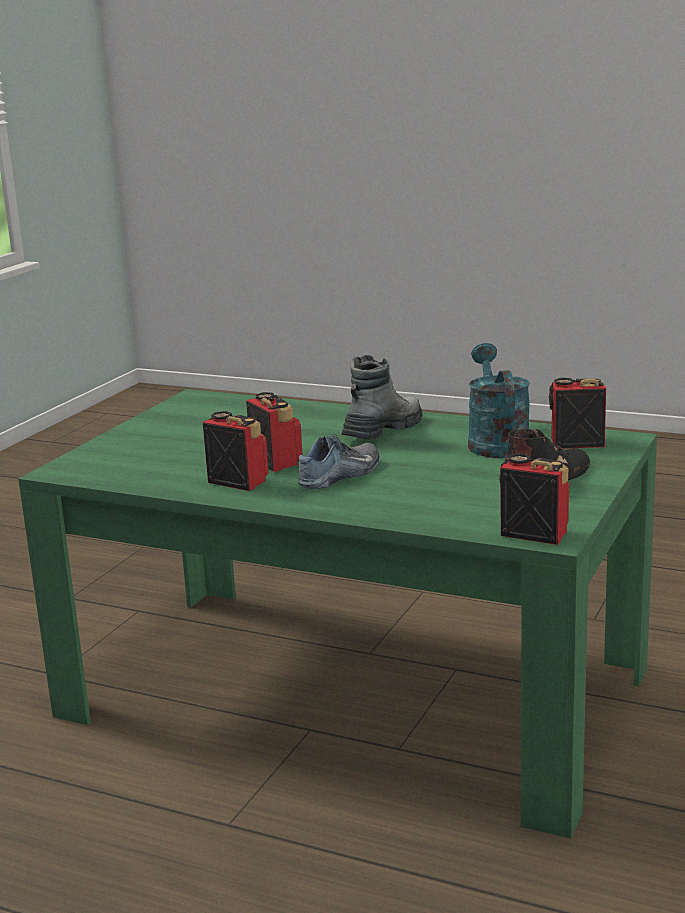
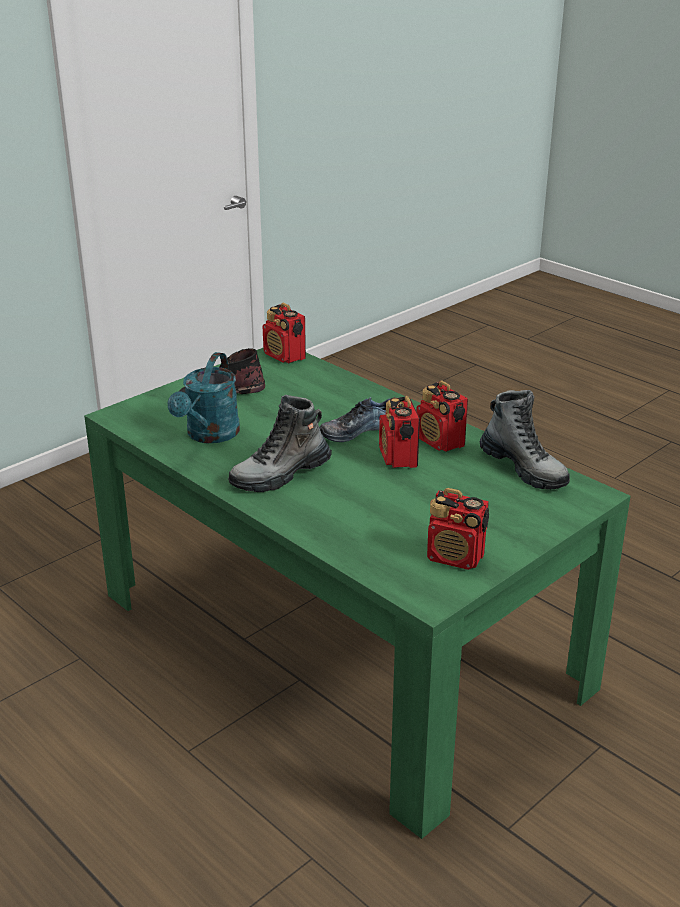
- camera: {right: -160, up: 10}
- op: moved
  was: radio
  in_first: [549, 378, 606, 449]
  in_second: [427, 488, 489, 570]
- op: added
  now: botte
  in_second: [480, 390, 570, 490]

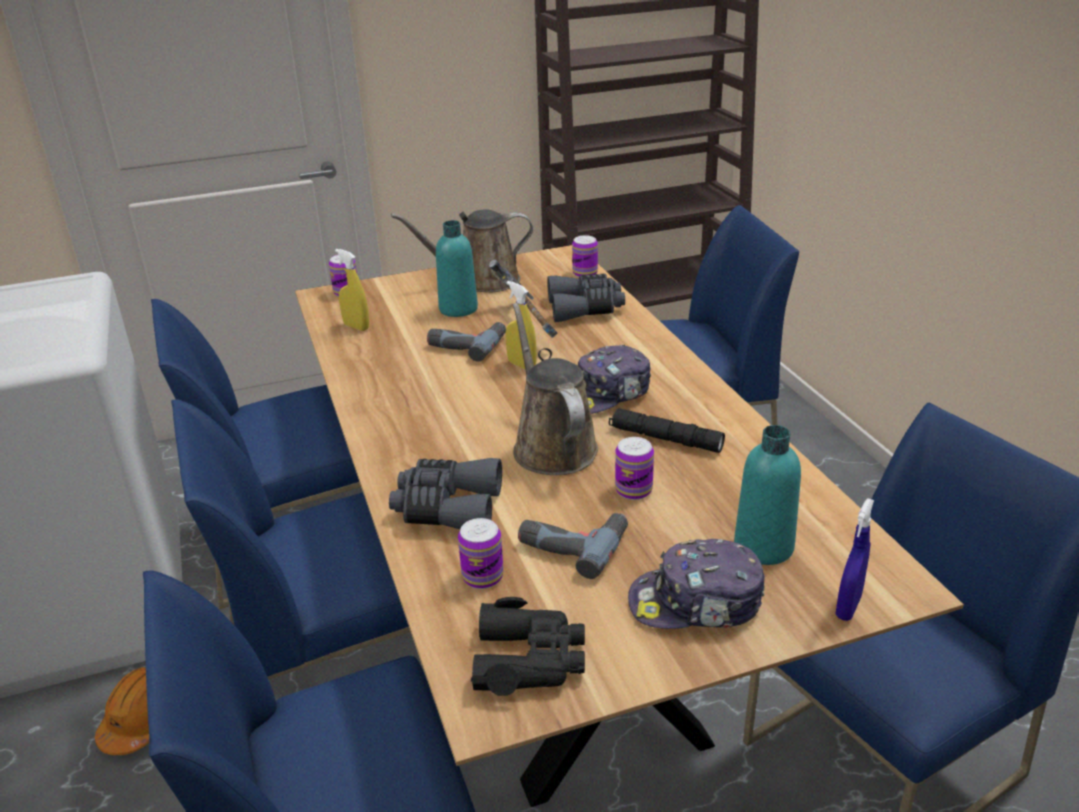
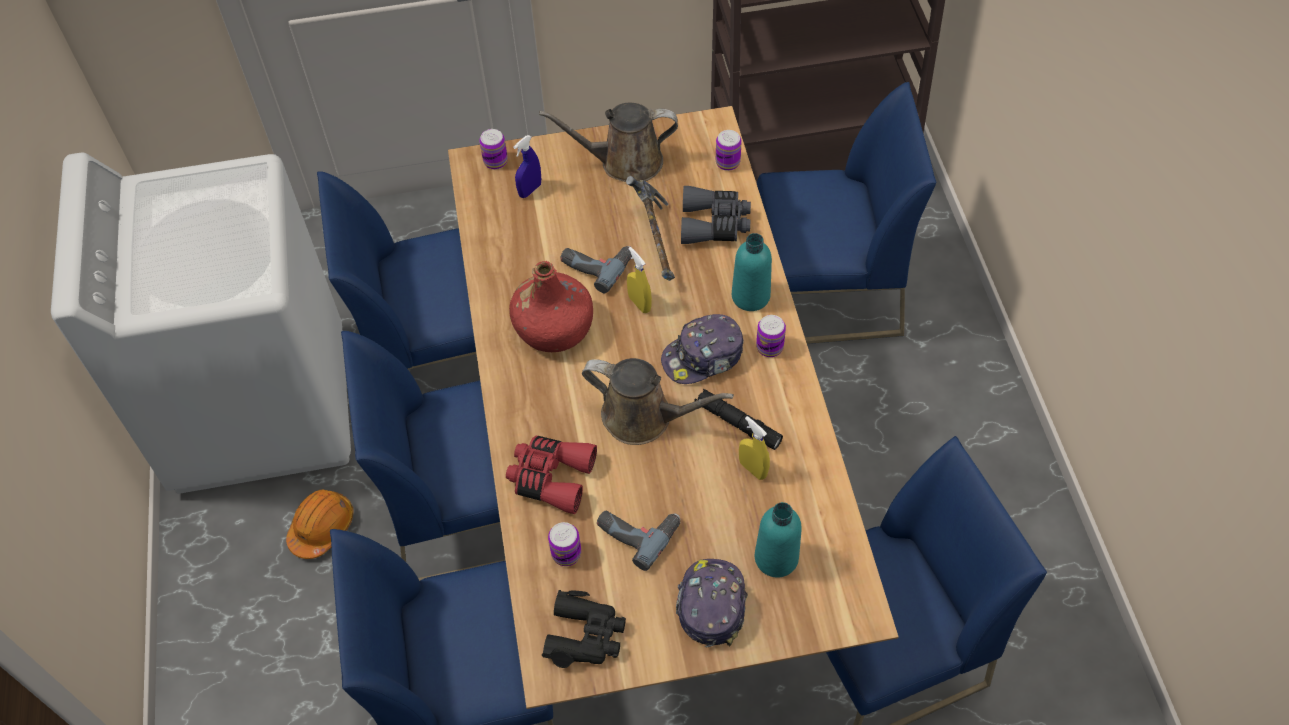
- camera: {right: 10, up: 25}
- op: moved
  was: vaporisateur [jaune]
  in_first: [335, 249, 369, 331]
  in_second: [739, 416, 770, 480]
- op: recoloured
  was: jumelles [gris]
  now: jumelles [rouge]
  in_first: [389, 458, 502, 529]
  in_second: [506, 436, 597, 514]
- op: moved
  was: bouteille [turquoise]
  in_first: [436, 220, 478, 317]
  in_second: [732, 233, 772, 311]
- op: turned
  was: arrosoir [marron]
  in_first: [513, 303, 598, 475]
  in_second: [582, 358, 734, 445]
  clockwise: 120
- op: moved
  was: boîte métallique
  in_first: [615, 437, 654, 500]
  in_second: [756, 315, 786, 357]
- op: turned
  was: casquette
  in_first: [628, 539, 765, 629]
  in_second: [676, 559, 748, 647]
  clockwise: 90
- op: moved
  was: vaporisateur [bleu]
  in_first: [836, 498, 874, 621]
  in_second: [513, 135, 541, 198]
- op: added
  now: bouteille [rouge]
  in_second: [509, 261, 593, 352]

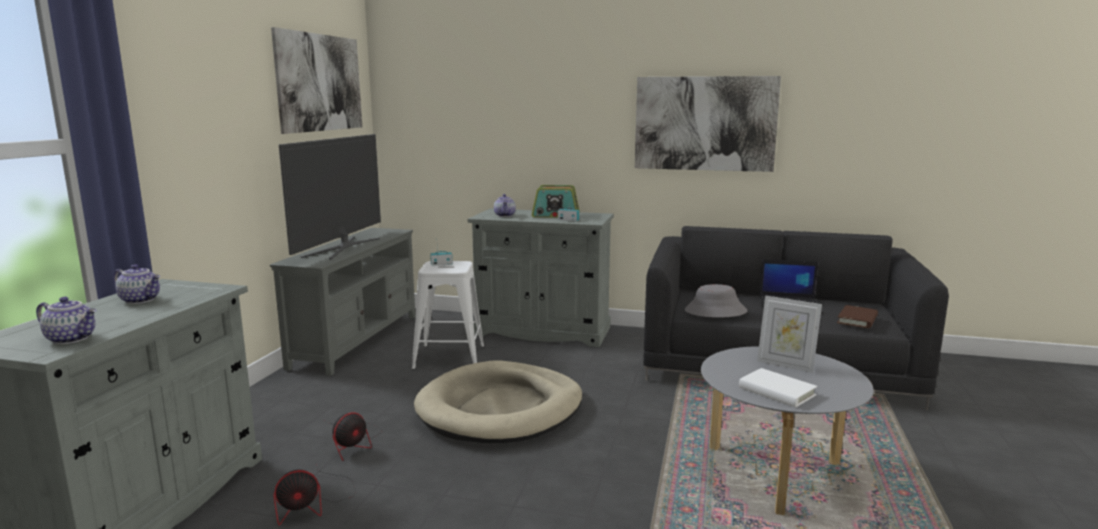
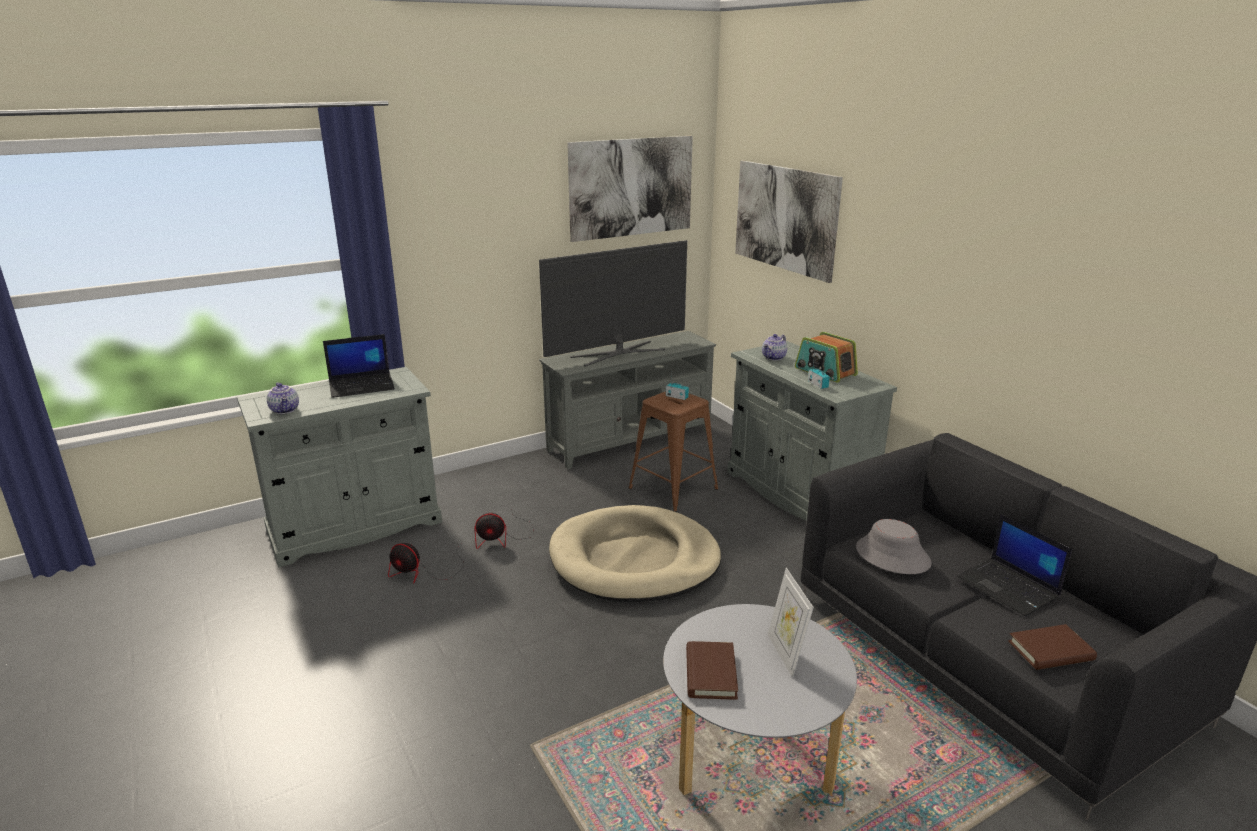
- camera: {right: 45, up: 10}
- op: replaced
  was: théière
  now: ordinateur portable
  in_first: [114, 264, 160, 304]
  in_second: [323, 334, 395, 398]
- op: recoloured
  was: tabouret [blanc]
  now: tabouret [marron]
  in_first: [412, 261, 484, 370]
  in_second: [629, 391, 718, 512]
- op: moved
  was: tableau
  in_first: [635, 76, 781, 172]
  in_second: [735, 161, 843, 283]
- op: recoloured
  was: livre [blanc]
  now: livre [marron]
  in_first: [739, 368, 817, 407]
  in_second: [686, 641, 738, 700]

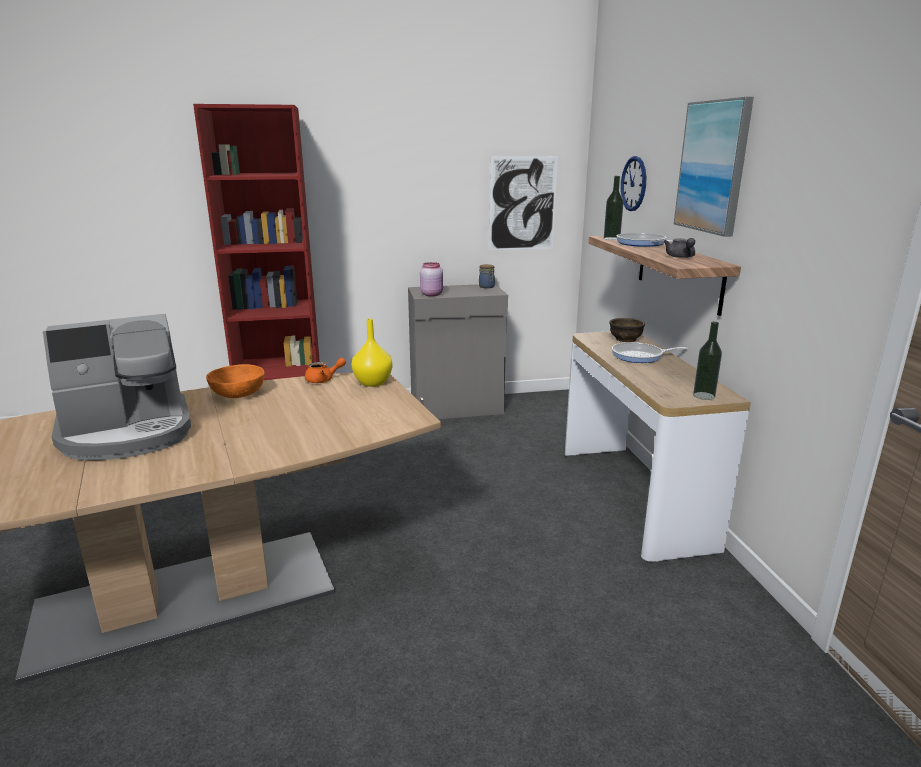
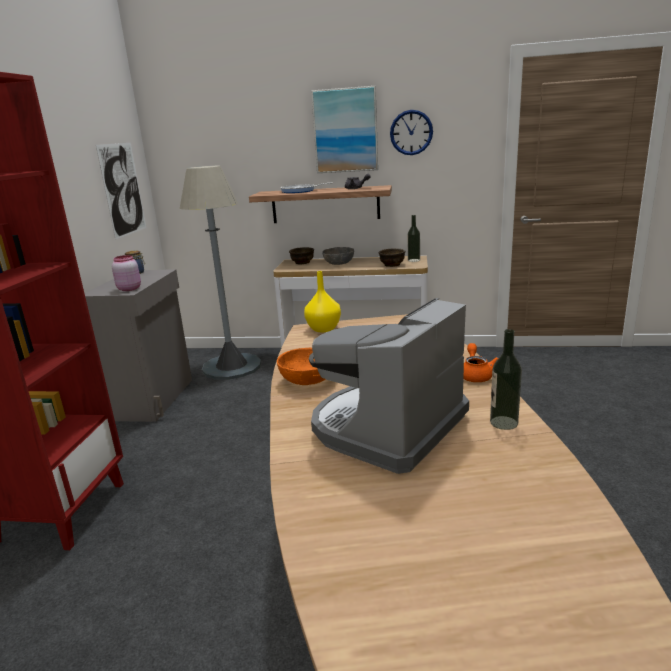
- camera: {right: -70, up: 0}
- op: turned
  was: machine à café
  in_first: [43, 314, 191, 460]
  in_second: [309, 298, 469, 474]
  clockwise: -135
- op: moved
  was: théière [orange]
  in_first: [305, 358, 346, 383]
  in_second: [463, 343, 498, 382]
- op: moved
  was: bouteille
  in_first: [604, 176, 624, 240]
  in_second: [490, 329, 522, 430]
- op: replaced
  was: poêle
  now: bol [gris]
  in_first: [612, 342, 688, 363]
  in_second: [322, 247, 354, 265]
- op: moved
  was: horloge murale
  in_first: [621, 156, 646, 211]
  in_second: [390, 110, 433, 155]
- op: added
  now: lampadaire [gris]
  in_second: [180, 166, 261, 380]
- op: added
  now: bol [marron]
  in_second: [379, 249, 405, 267]

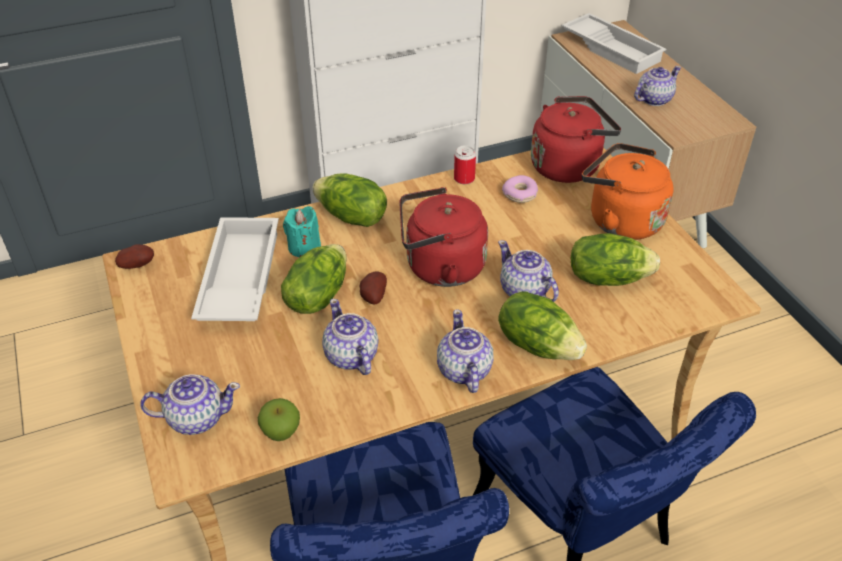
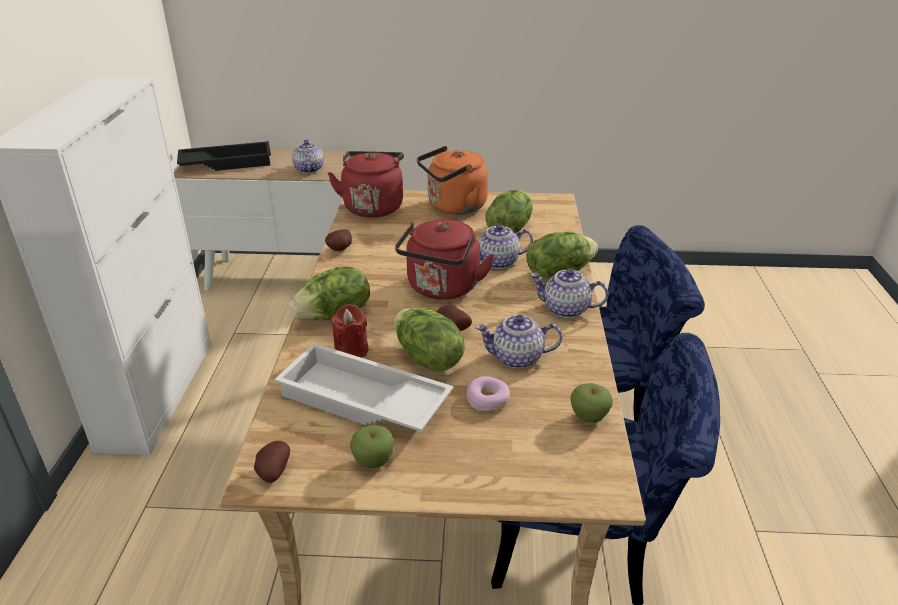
- camera: {right: -65, up: -10}
- op: removed
  was: théière
  in_first: [140, 374, 240, 435]
- op: recoloured
  was: bougie [turquoise]
  now: bougie [rouge]
  in_first: [283, 206, 321, 258]
  in_second: [331, 304, 368, 358]
- op: replaced
  was: boîte métallique
  now: pomme de terre
  in_first: [454, 145, 476, 184]
  in_second: [325, 229, 352, 251]
- op: moved
  was: beignet
  in_first: [502, 175, 538, 203]
  in_second: [466, 376, 510, 412]
- op: recoloured
  was: plateau [blanc]
  now: plateau [noir]
  in_first: [562, 13, 666, 74]
  in_second: [177, 141, 271, 171]
- op: added
  now: pomme
  in_second: [350, 425, 395, 468]

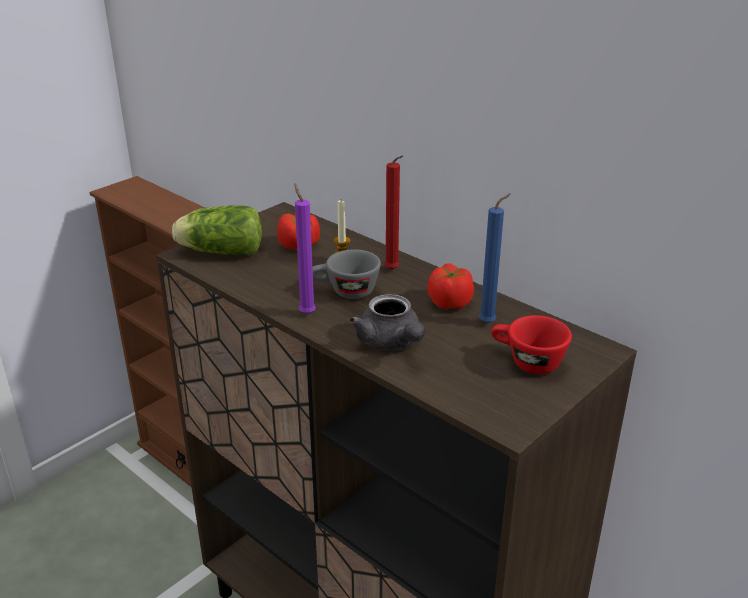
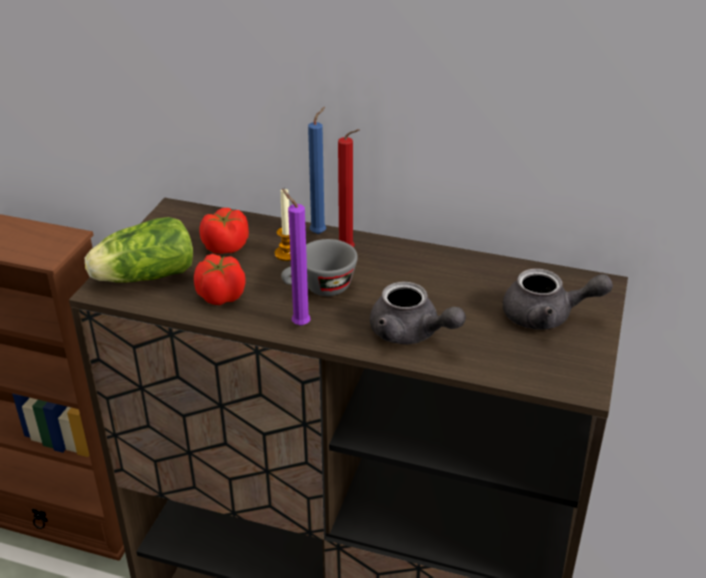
- camera: {right: -25, up: 5}
- op: moved
  was: tomate
  in_first: [427, 264, 474, 310]
  in_second: [194, 254, 246, 305]
- op: moved
  was: bougie [bleu]
  in_first: [479, 193, 511, 323]
  in_second: [308, 107, 326, 234]
- op: replaced
  was: tasse [rouge]
  now: théière [gris]
  in_first: [491, 315, 572, 374]
  in_second: [503, 269, 613, 329]

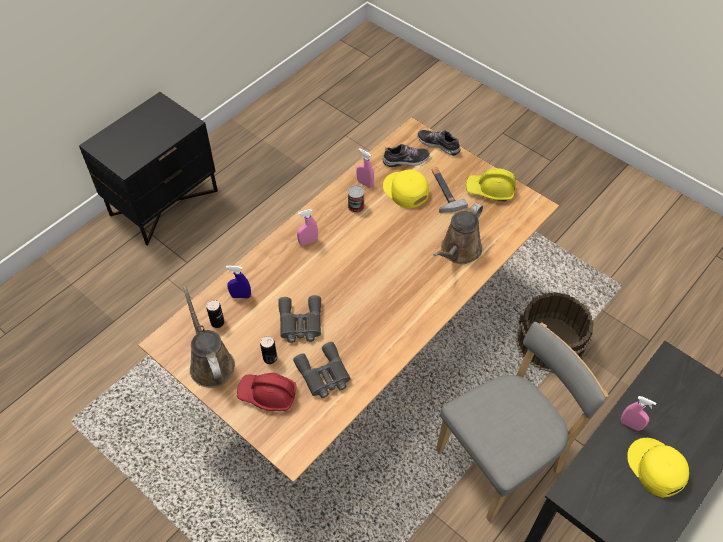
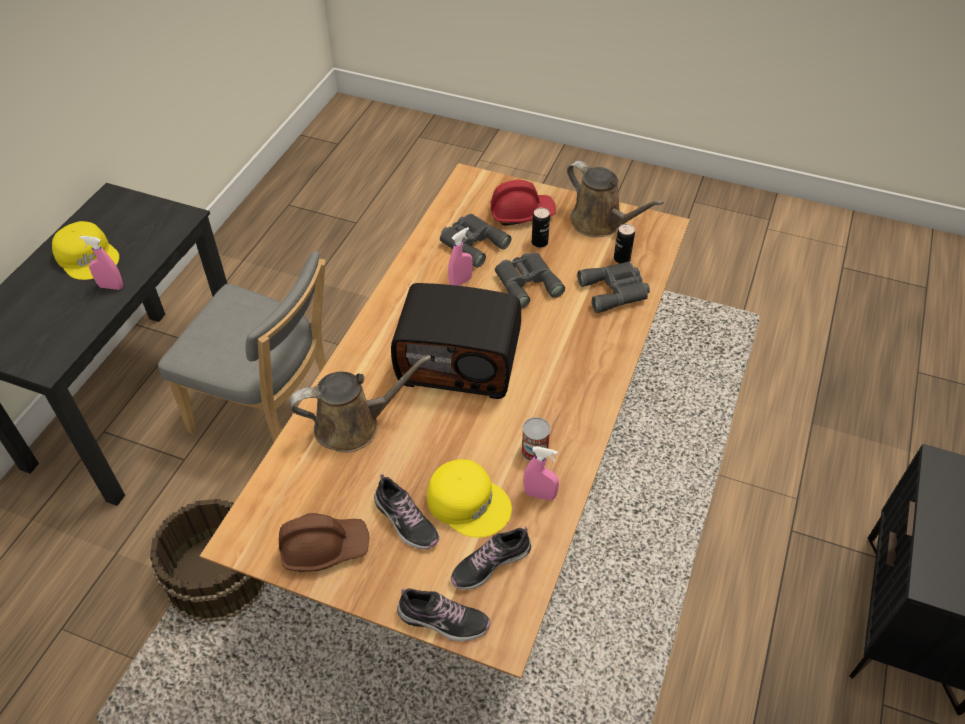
- camera: {right: 160, up: -5}
- op: replaced
  was: vaporisateur [bleu]
  now: jumelles [gris]
  in_first: [226, 266, 251, 299]
  in_second: [577, 262, 650, 313]
- op: moved
  was: vaporisateur [rose]
  in_first: [297, 209, 318, 245]
  in_second: [448, 227, 473, 286]
- op: replaced
  was: marteau
  now: chaussure
  in_first: [432, 167, 468, 213]
  in_second: [374, 474, 439, 549]
- op: turned
  was: arrosoir [marron]
  in_first: [433, 203, 483, 264]
  in_second: [290, 355, 431, 453]
  clockwise: 60
- op: turned
  was: chaise [gris]
  in_first: [436, 322, 609, 522]
  in_second: [158, 251, 327, 443]
  clockwise: -105
- op: recoloured
  was: casque de chantier [jaune]
  now: casque de chantier [marron]
  in_first: [466, 168, 516, 202]
  in_second: [279, 513, 369, 572]
- op: added
  now: radio
  in_second: [391, 283, 521, 399]

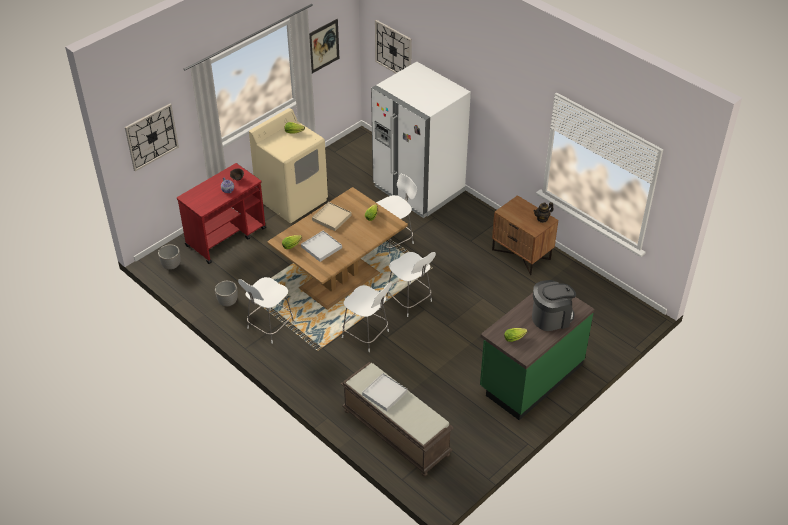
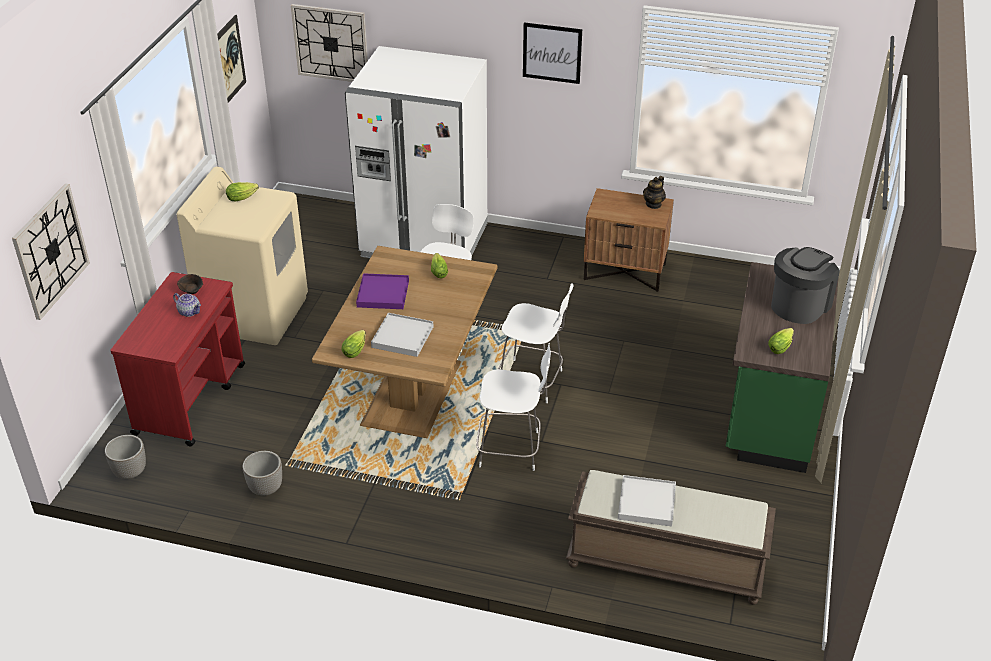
- camera: {right: -30, up: -5}
- op: removed
  was: chaise [blanc]
  in_first: [238, 277, 295, 344]
- op: recoloured
  was: plateau [beige]
  now: plateau [violet]
  in_first: [312, 202, 352, 231]
  in_second: [356, 273, 409, 309]
- op: added
  now: tableau
  in_second: [523, 22, 582, 84]

